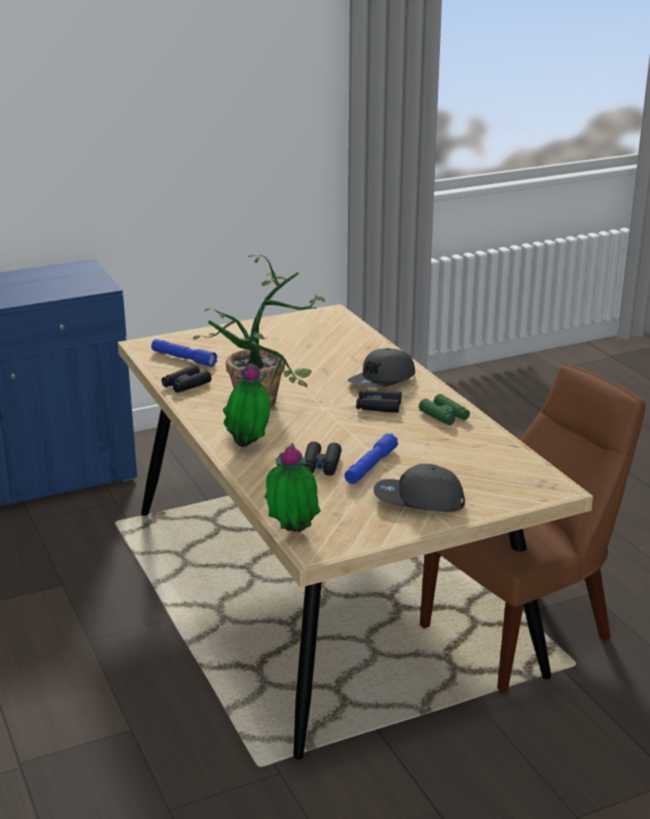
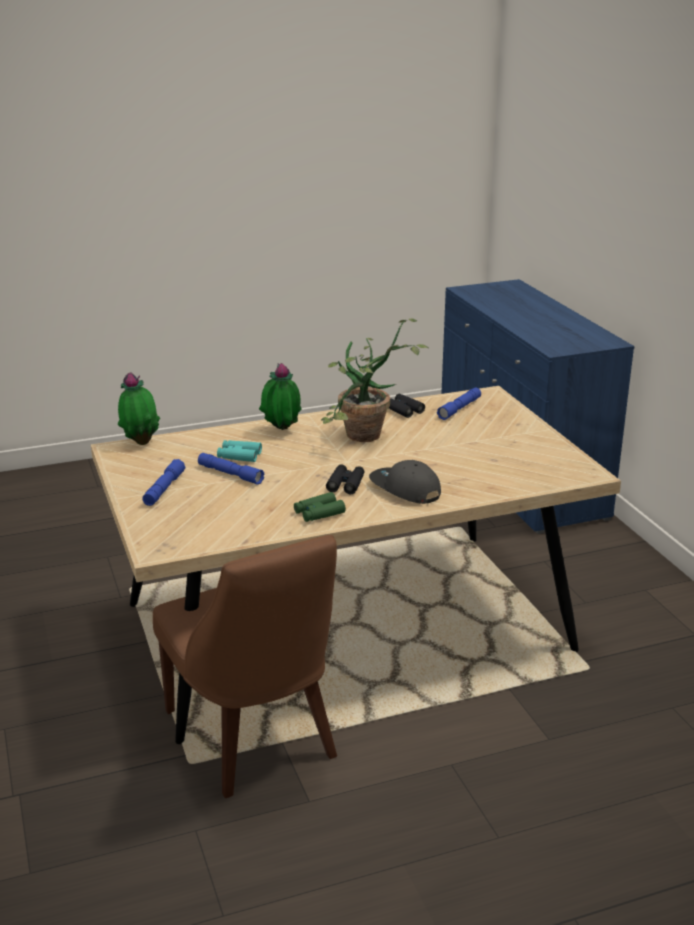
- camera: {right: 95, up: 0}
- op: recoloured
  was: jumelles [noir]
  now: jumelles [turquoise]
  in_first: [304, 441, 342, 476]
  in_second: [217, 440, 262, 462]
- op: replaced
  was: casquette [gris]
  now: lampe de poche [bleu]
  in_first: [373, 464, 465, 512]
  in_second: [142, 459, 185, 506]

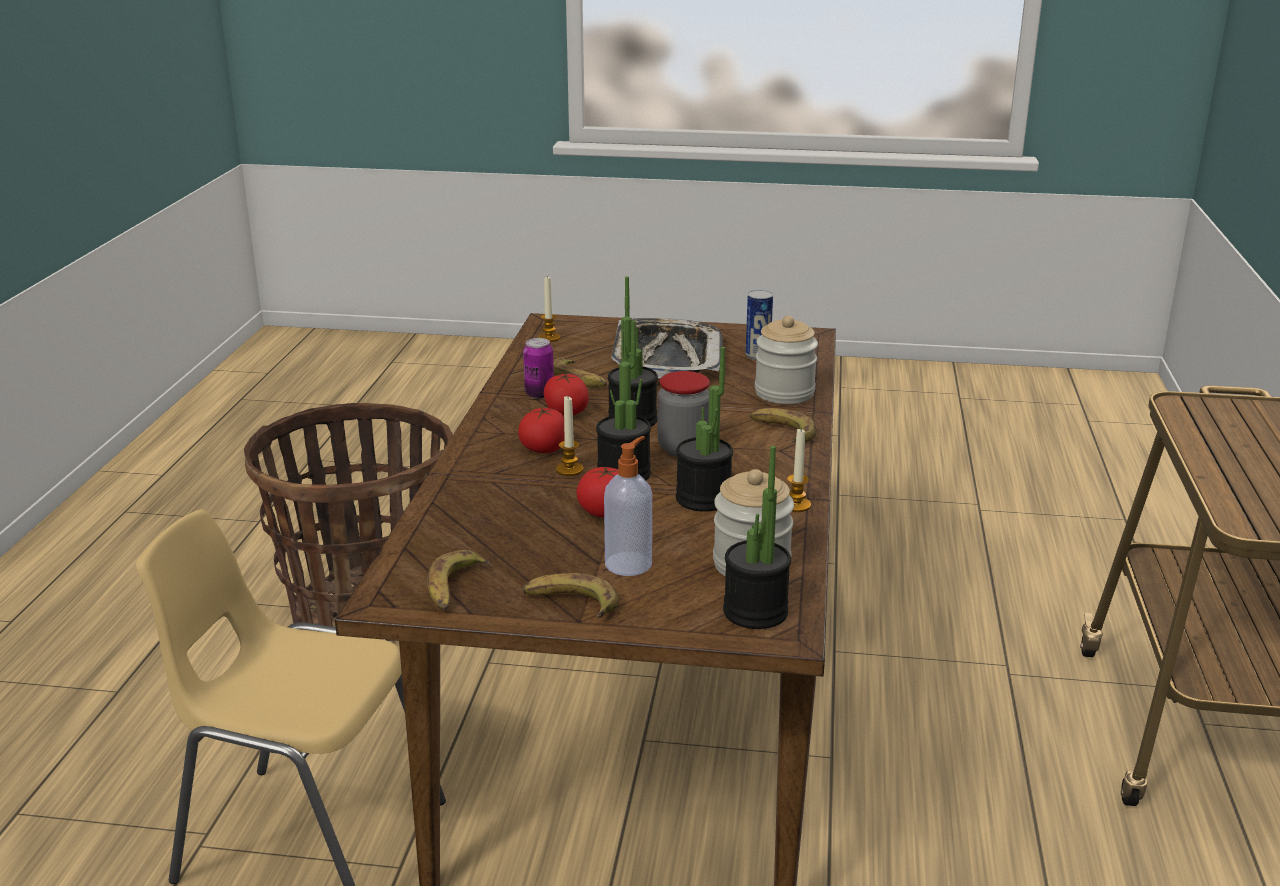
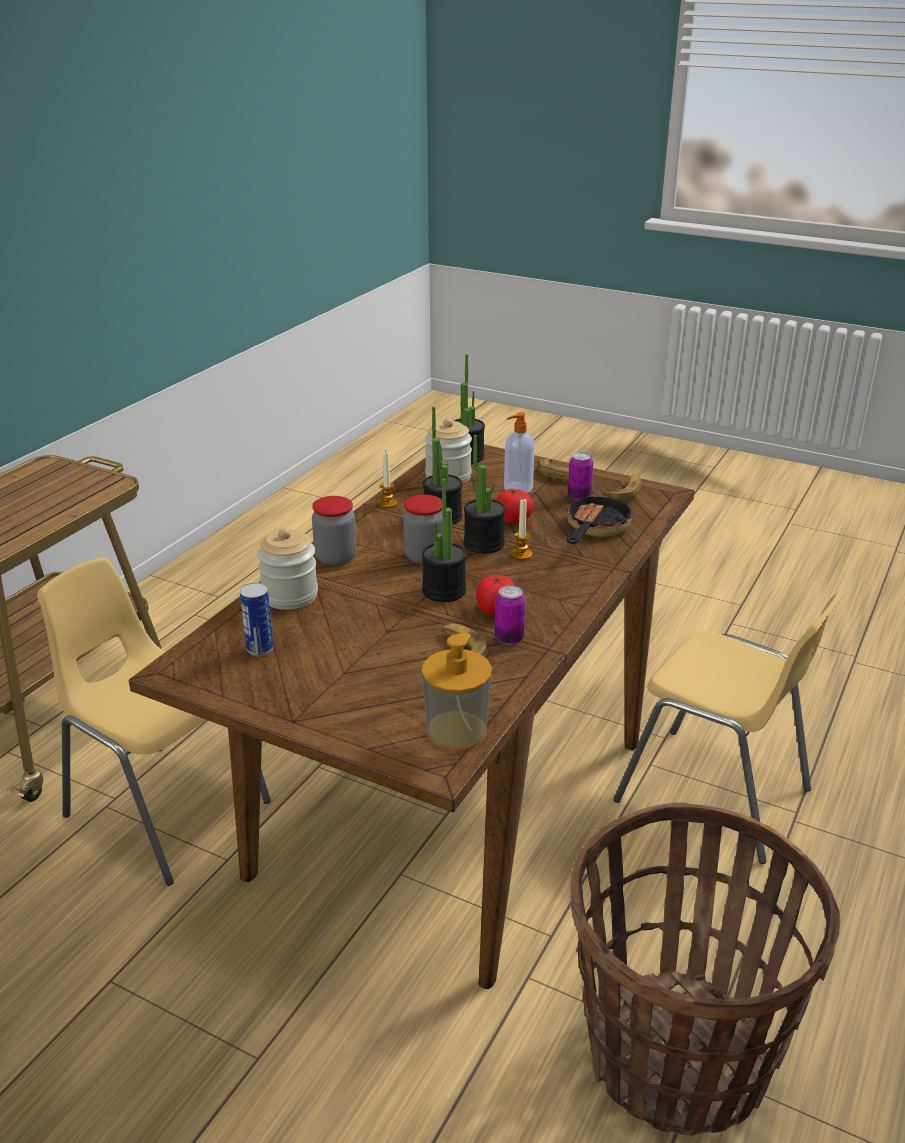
- camera: {right: -160, up: 5}
- op: removed
  was: tomate
  in_first: [518, 407, 565, 453]
- op: replaced
  was: bougie
  now: distributeur de savon
  in_first: [538, 276, 560, 342]
  in_second: [422, 633, 492, 751]
- op: removed
  was: plateau
  in_first: [611, 318, 723, 379]
- op: replaced
  was: banane
  now: bocal
  in_first: [750, 408, 817, 443]
  in_second: [312, 496, 357, 566]
- op: added
  now: chaise [jaune]
  in_second: [37, 557, 271, 886]
- op: added
  now: poêle
  in_second: [567, 483, 633, 544]
- op: added
  now: boîte métallique
  in_second: [568, 452, 593, 500]

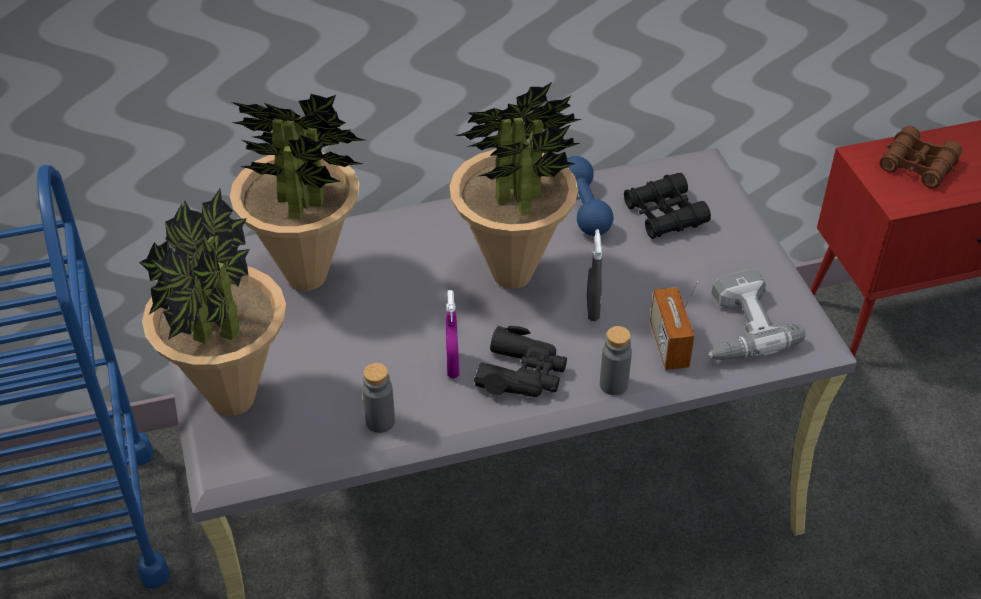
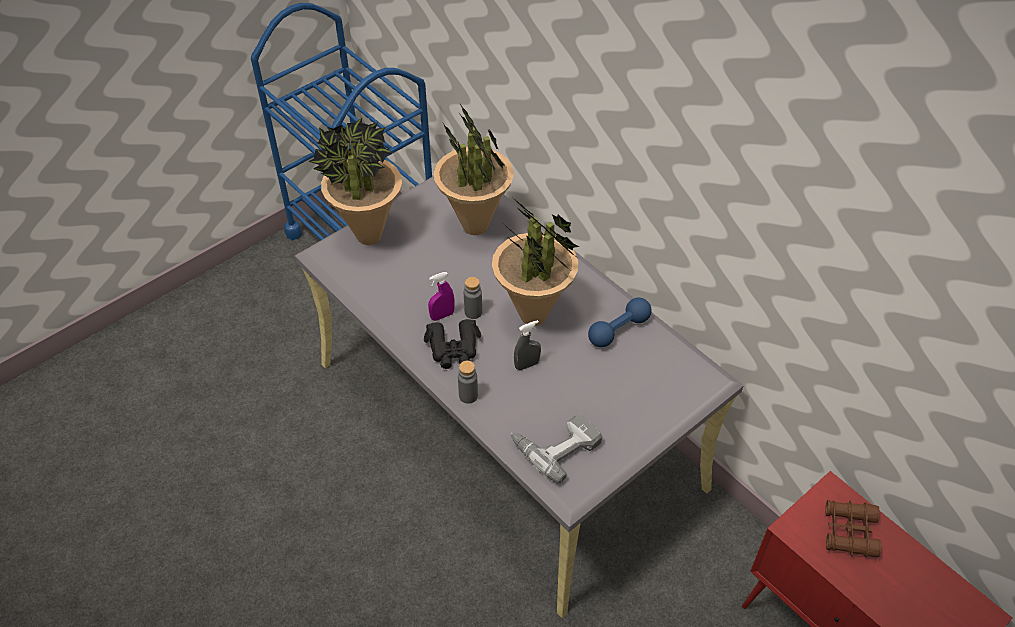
- camera: {right: 65, up: 5}
- op: moved
  was: bouteille [gris]
  in_first: [362, 363, 395, 433]
  in_second: [464, 277, 482, 319]
- op: removed
  was: jumelles [noir]
  in_first: [624, 173, 711, 239]
- op: removed
  was: radio
  in_first: [650, 281, 698, 370]

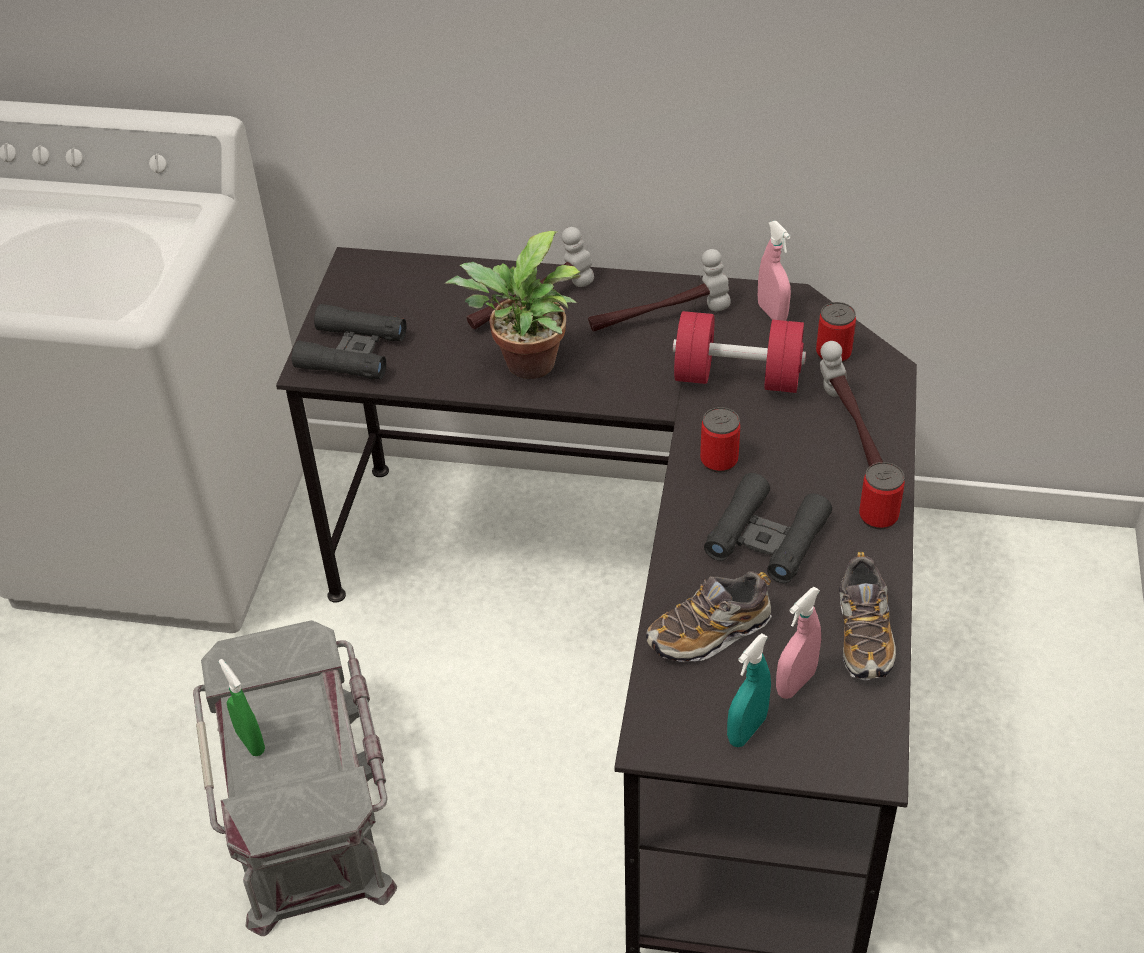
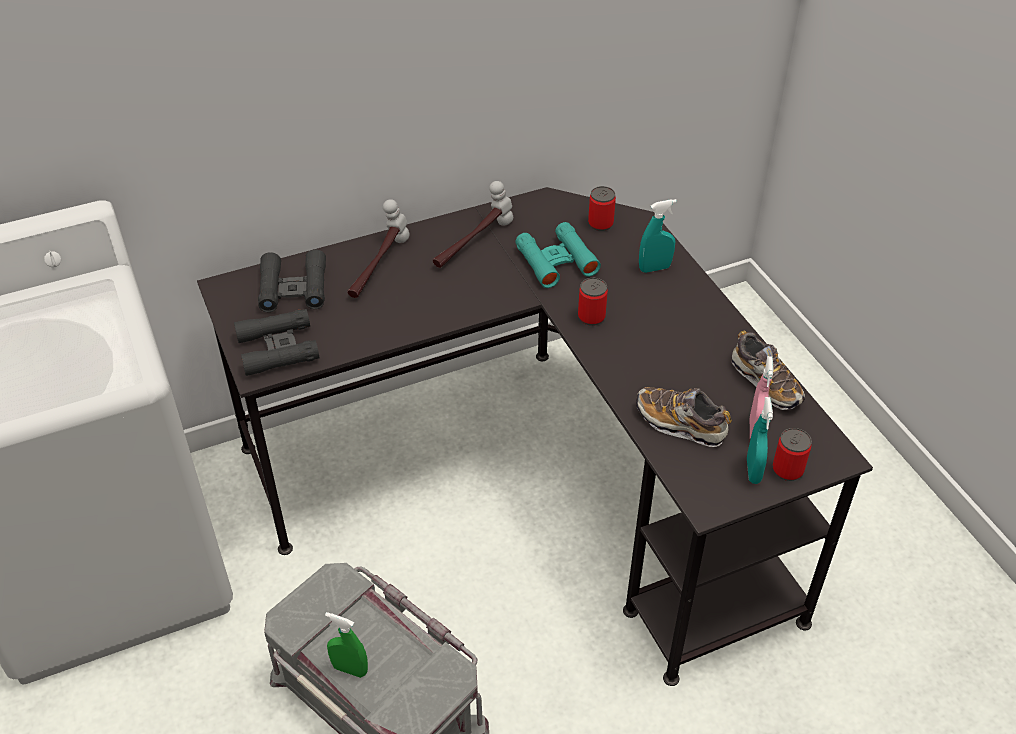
- camera: {right: -35, up: 0}
- op: removed
  was: plante en pot
  in_first: [445, 231, 581, 379]
- op: turned
  was: chaussure
  in_first: [646, 571, 772, 662]
  in_second: [636, 387, 732, 447]
  clockwise: 90
- op: replaced
  was: haltère [rouge]
  now: jumelles [turquoise]
  in_first: [673, 311, 806, 393]
  in_second: [515, 222, 601, 288]
- op: moved
  was: jumelles [noir]
  in_first: [704, 473, 832, 583]
  in_second: [258, 250, 326, 312]
- op: removed
  was: vaporisateur [rose]
  in_first: [758, 221, 791, 321]
- op: replaced
  was: marteau
  now: vaporisateur [turquoise]
  in_first: [820, 341, 883, 466]
  in_second: [639, 199, 677, 273]
- op: moved
  was: boîte métallique
  in_first: [859, 462, 905, 529]
  in_second: [773, 428, 812, 481]

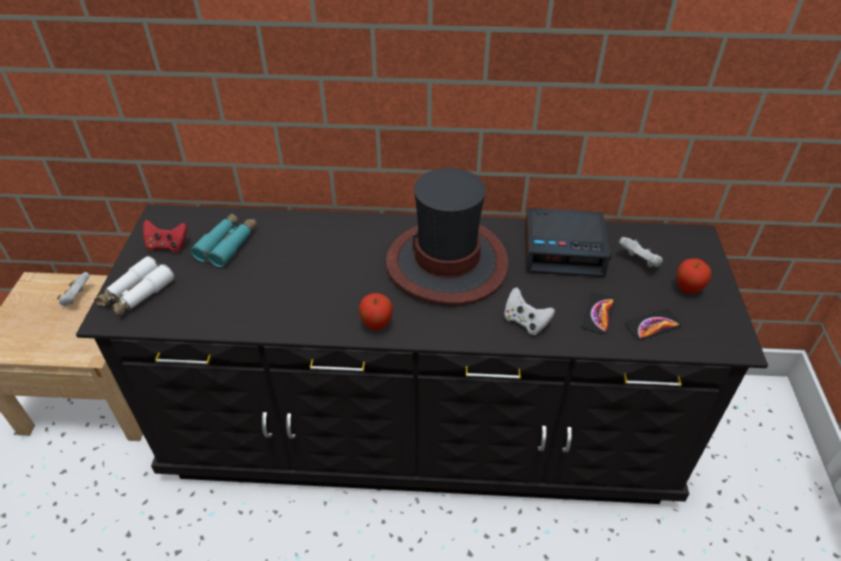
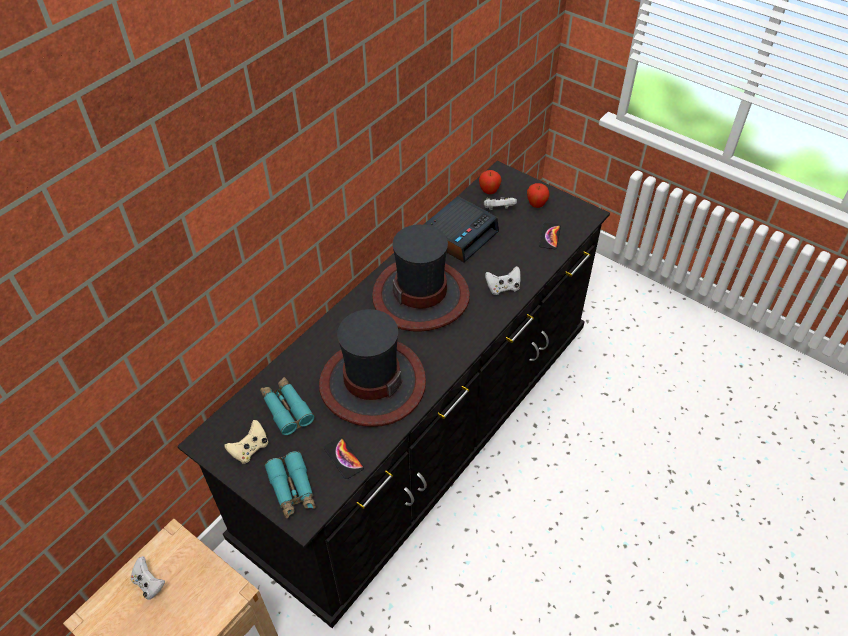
- camera: {right: -55, up: 5}
- op: recoloured
  was: jumelles [blanc]
  now: jumelles [turquoise]
  in_first: [94, 256, 175, 317]
  in_second: [264, 451, 316, 518]
- op: recoloured
  was: manette [rouge]
  now: manette [beige]
  in_first: [143, 220, 187, 252]
  in_second: [225, 420, 268, 463]
- op: moved
  was: pomme
  in_first: [359, 293, 393, 331]
  in_second: [479, 170, 501, 194]
- op: moved
  was: téléphone
  in_first: [581, 292, 615, 334]
  in_second: [324, 437, 364, 479]
- op: added
  now: chapeau
  in_second: [319, 309, 426, 427]

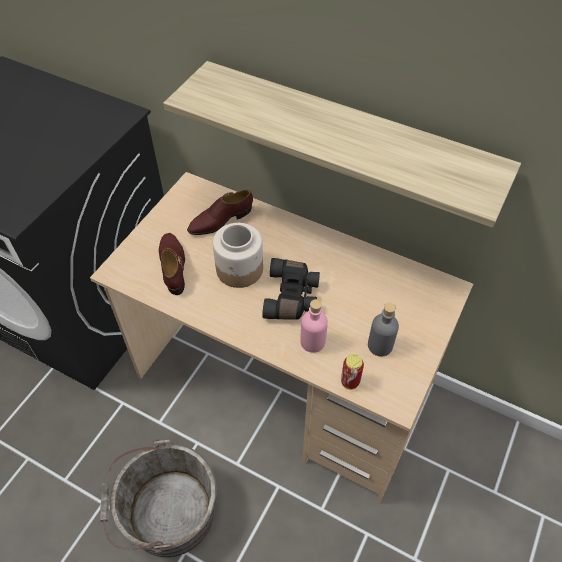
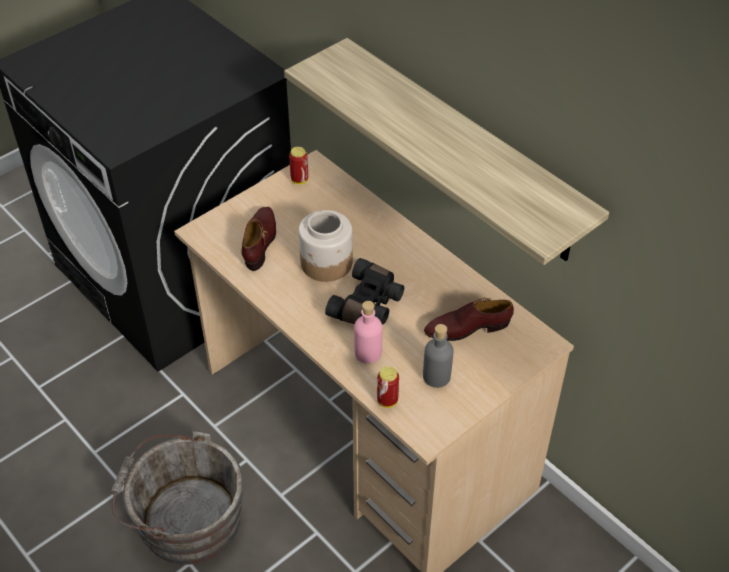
- camera: {right: 20, up: -5}
- op: moved
  was: chaussure [marron]
  in_first: [187, 190, 253, 235]
  in_second: [424, 298, 514, 341]
- op: added
  now: boîte métallique
  in_second: [289, 147, 308, 184]

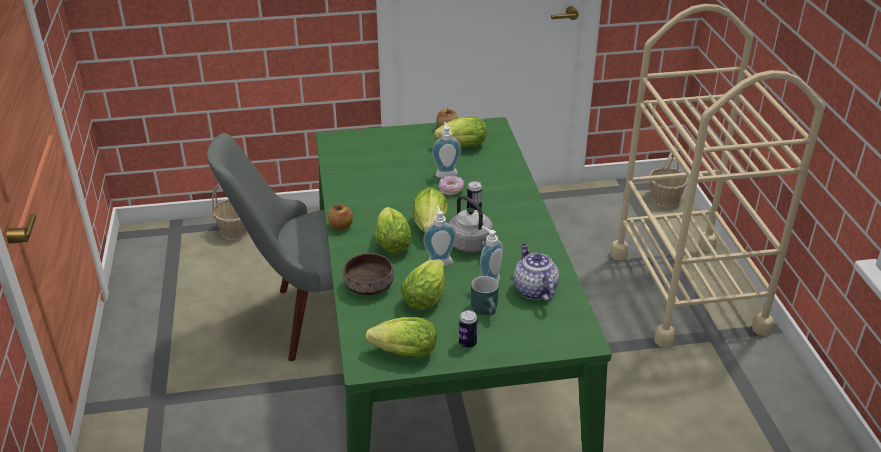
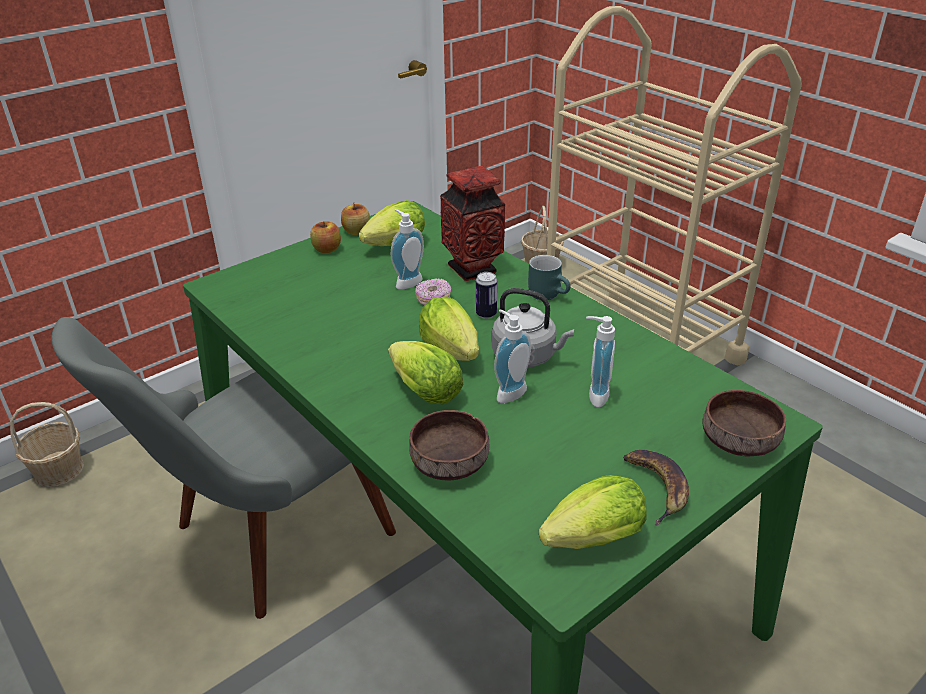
- camera: {right: -30, up: 0}
- op: moved
  was: pomme
  in_first: [328, 204, 353, 231]
  in_second: [310, 221, 341, 253]
- op: removed
  was: laitue
  in_first: [401, 259, 445, 310]
- op: replaced
  was: boîte métallique
  now: banane
  in_first: [459, 310, 478, 348]
  in_second: [623, 450, 689, 525]
- op: moved
  was: mug [turquoise]
  in_first: [471, 276, 499, 315]
  in_second: [528, 255, 571, 300]
- op: removed
  was: théière
  in_first: [513, 244, 559, 301]
- op: added
  now: vase
  in_second: [440, 166, 505, 281]
- op: added
  now: bol [marron]
  in_second: [703, 390, 786, 456]

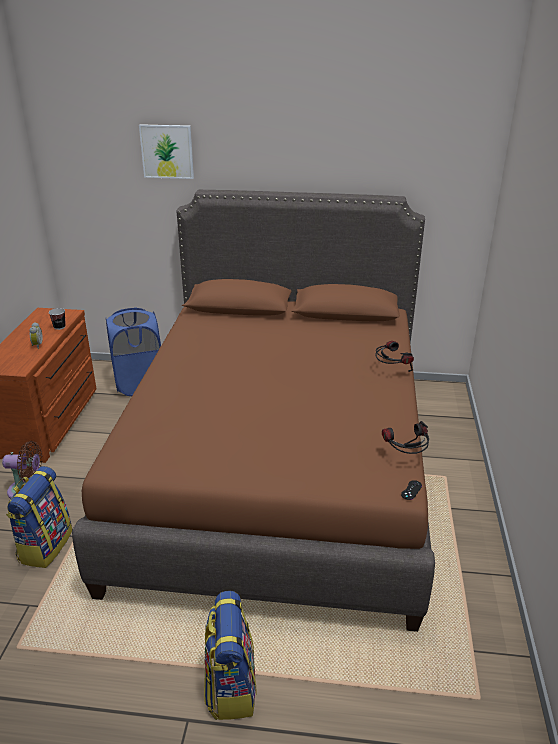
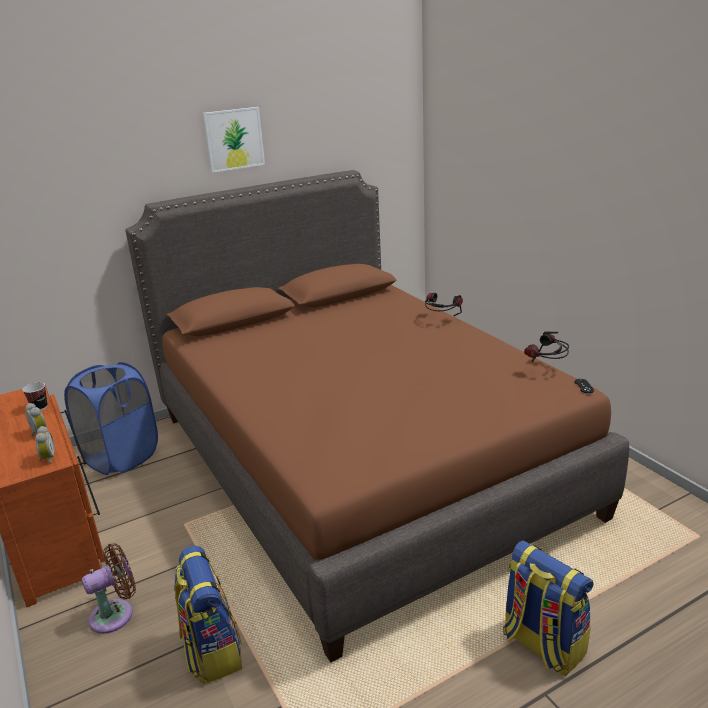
- camera: {right: -35, up: -5}
- op: moved
  was: tableau
  in_first: [139, 124, 194, 179]
  in_second: [203, 107, 265, 173]
- op: added
  now: réveil
  in_second: [35, 426, 55, 464]

